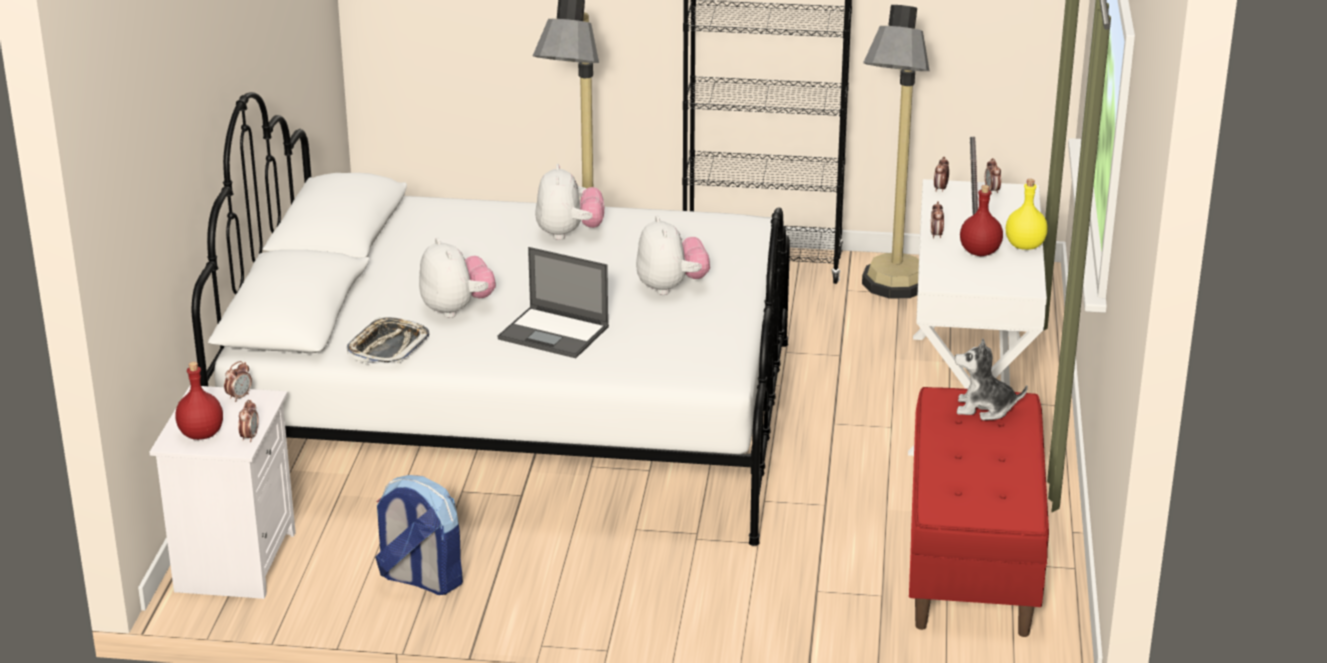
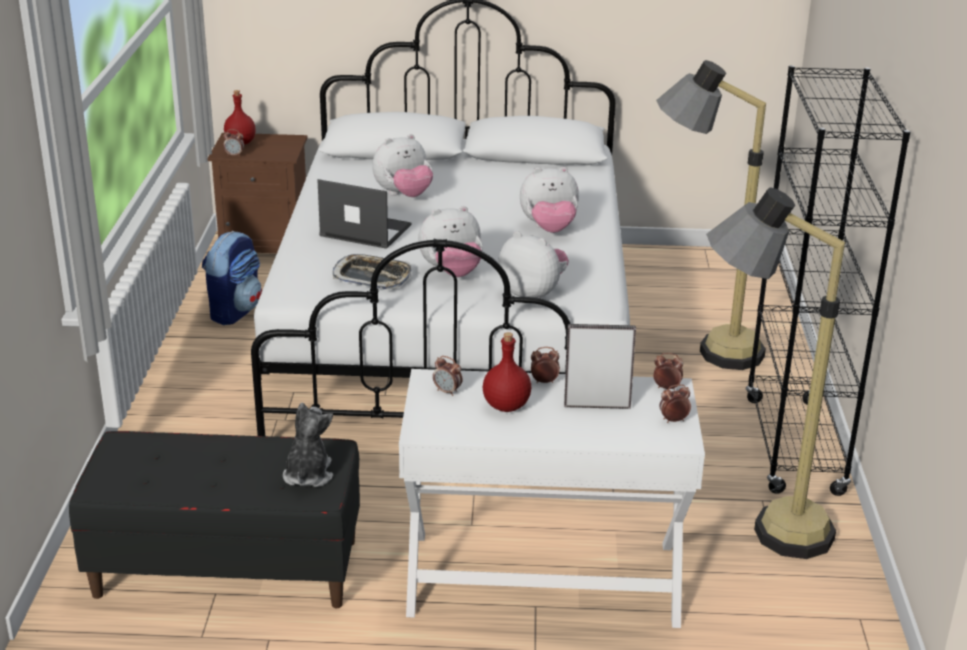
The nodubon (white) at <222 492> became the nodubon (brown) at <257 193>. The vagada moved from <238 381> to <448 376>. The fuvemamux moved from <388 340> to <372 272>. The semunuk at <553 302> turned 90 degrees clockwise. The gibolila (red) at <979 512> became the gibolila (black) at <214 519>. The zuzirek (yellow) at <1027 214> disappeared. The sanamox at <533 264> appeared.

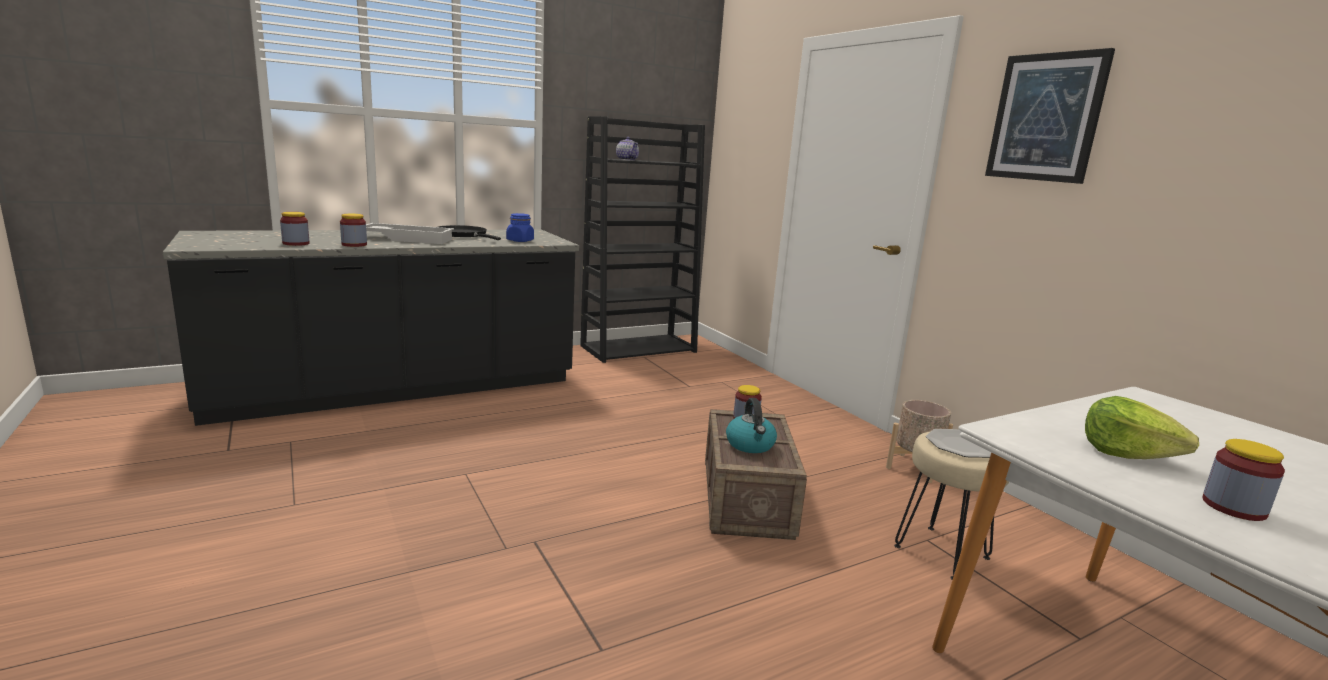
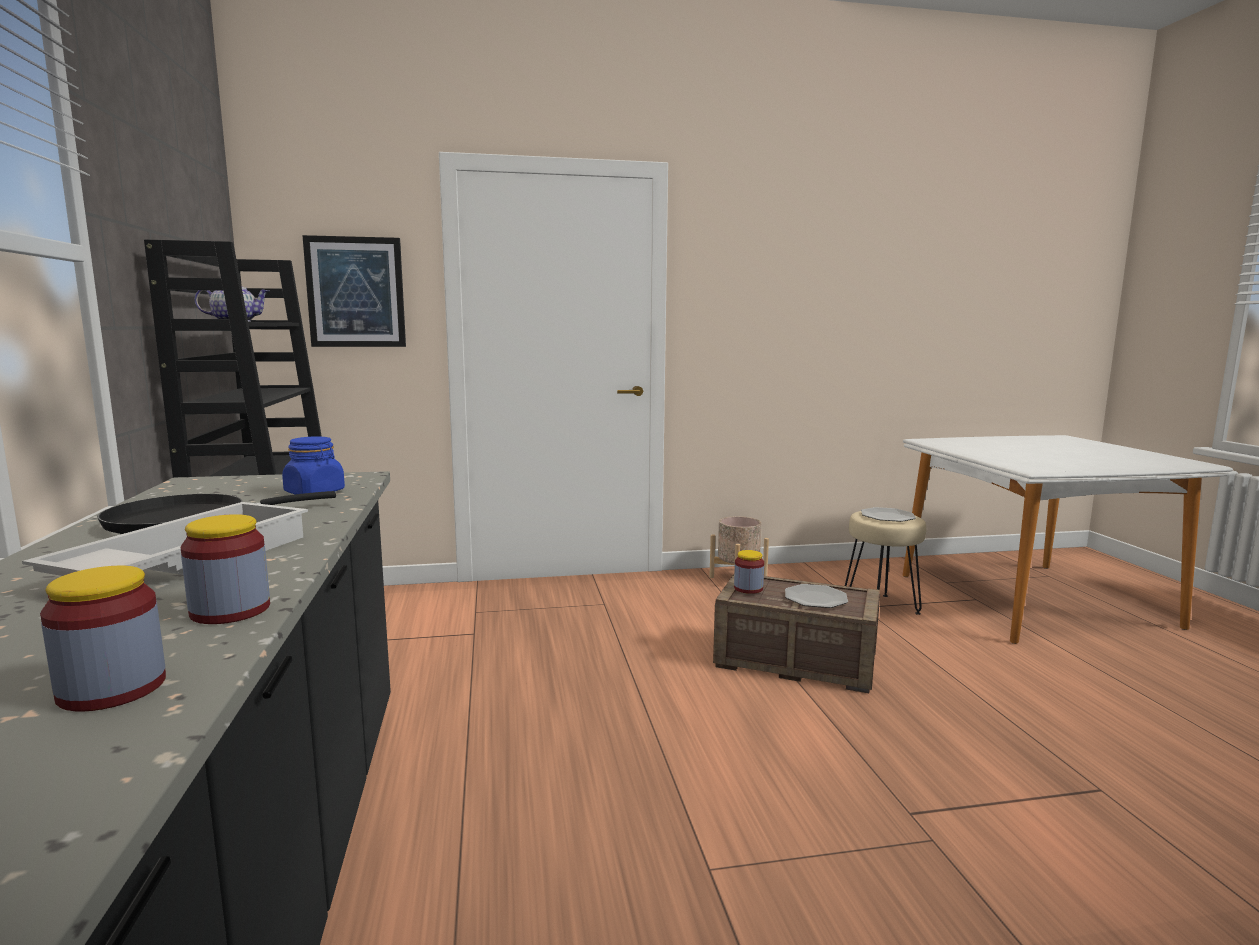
The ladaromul at <751 425> was replaced by the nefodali at <816 596>. The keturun moved from <1050 116> to <354 291>. The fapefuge at <1142 427> disappeared. The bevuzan at <1243 480> disappeared.

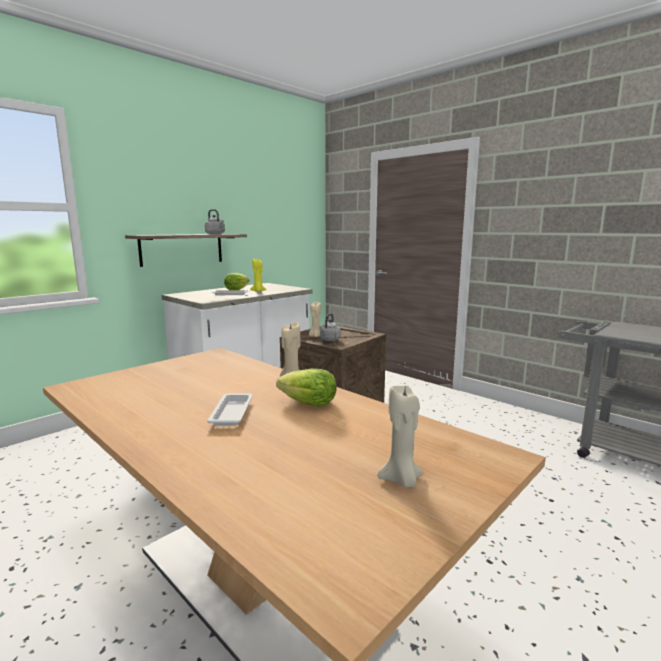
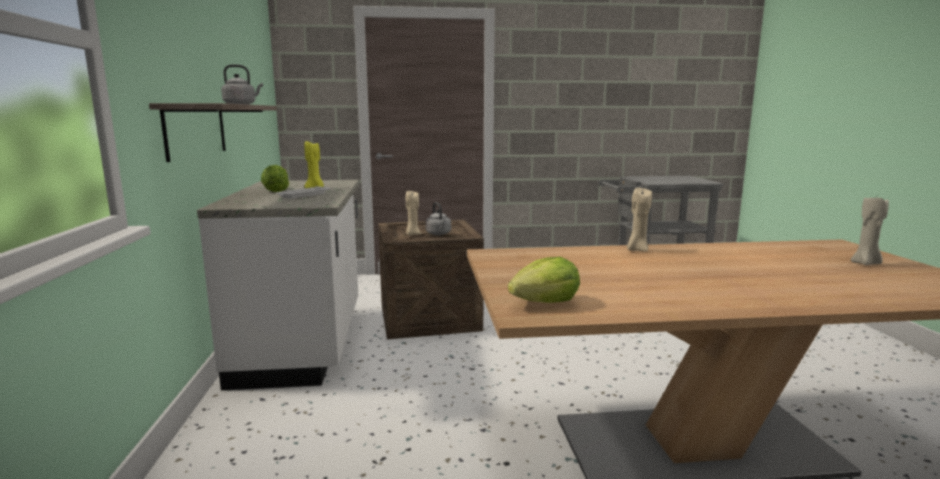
The fuvemamux (white) at <230 410> disappeared. The fapefuge moved from <306 388> to <544 280>.

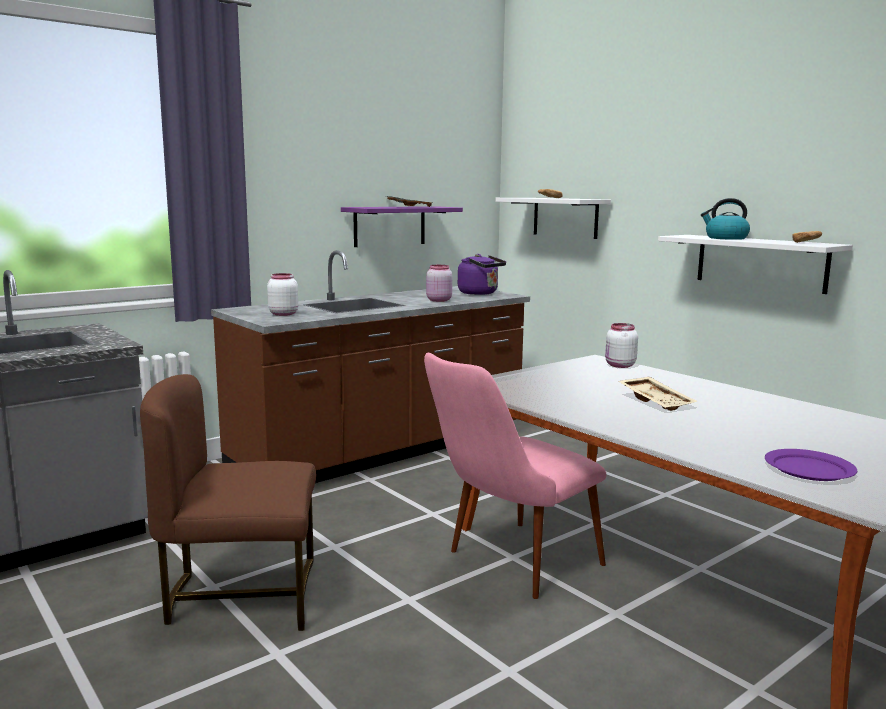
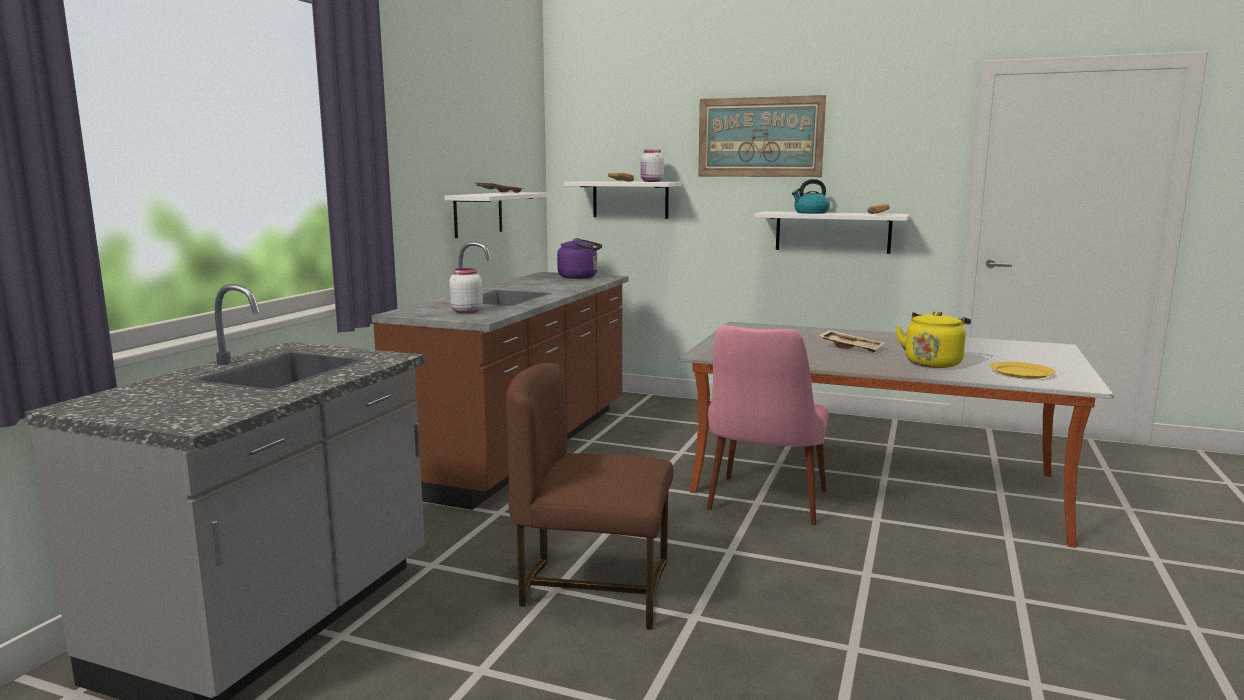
The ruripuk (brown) at <228 502> turned 45 degrees clockwise. The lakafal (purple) at <402 226> became the lakafal (white) at <496 215>. The bevuzan (pink) at <439 283> disappeared. The bevuzan (white) moved from <621 345> to <652 165>. The nefodali (purple) at <811 465> became the nefodali (yellow) at <1023 370>. The keturun at <762 136> appeared. The ladaromul (yellow) at <933 339> appeared.

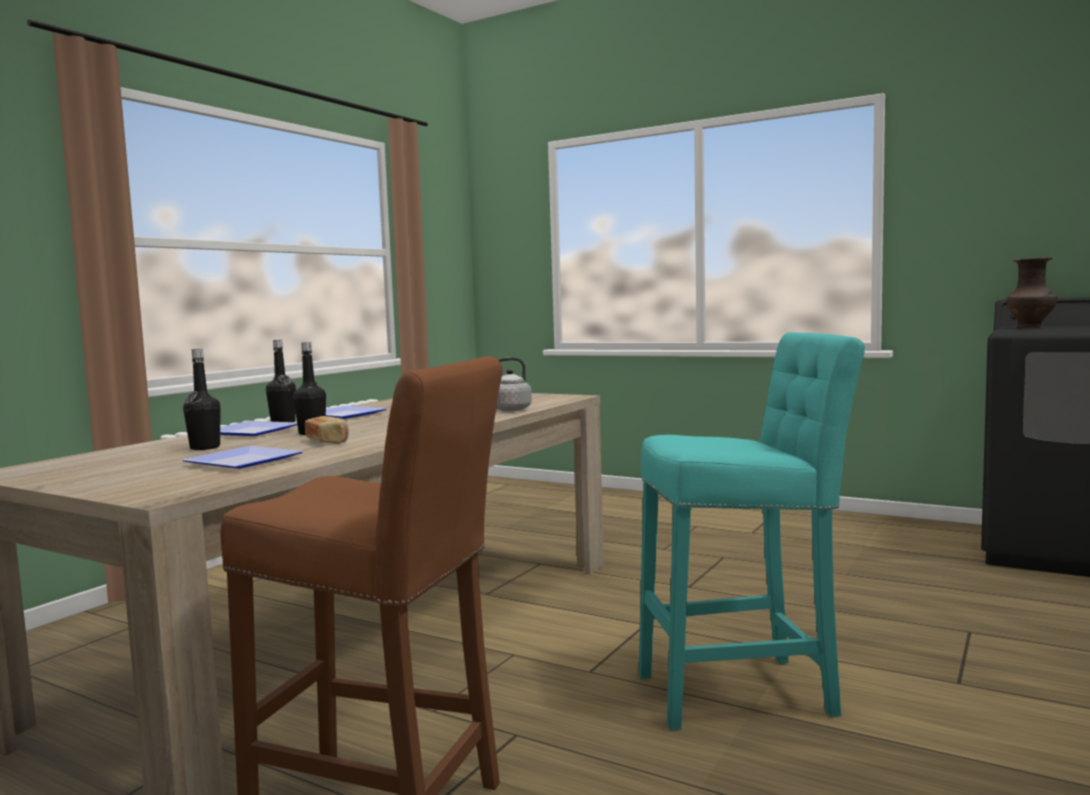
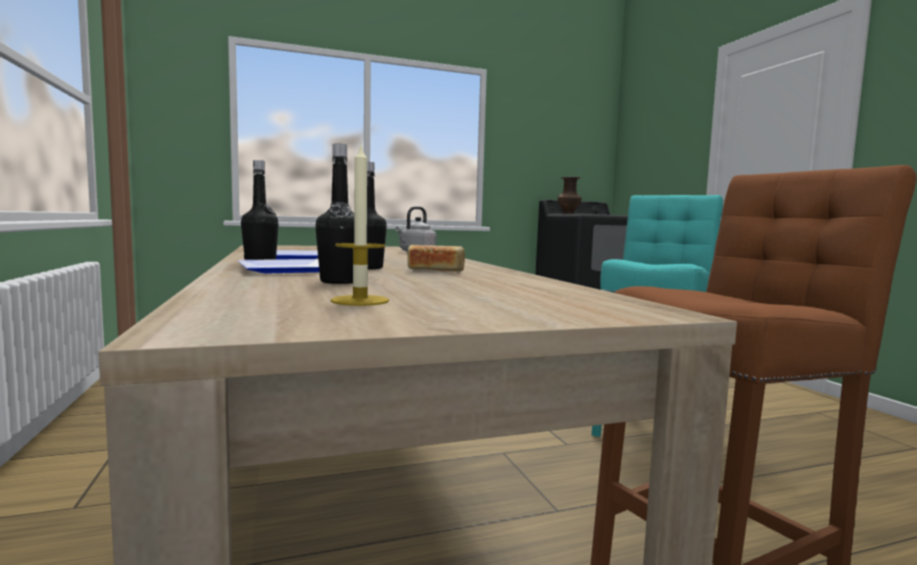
The nefodali at <243 457> disappeared. The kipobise at <360 224> appeared.

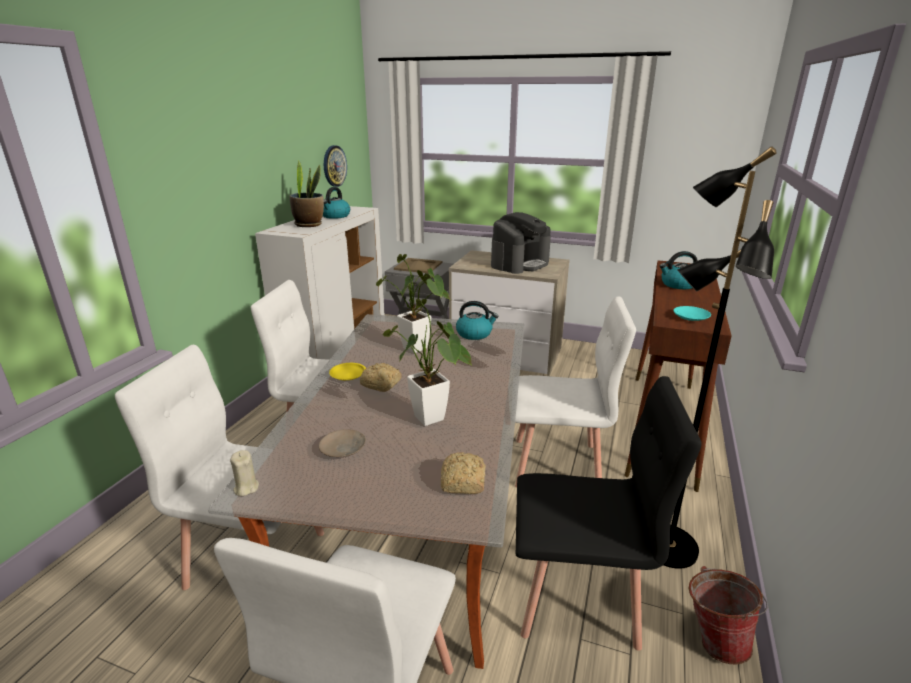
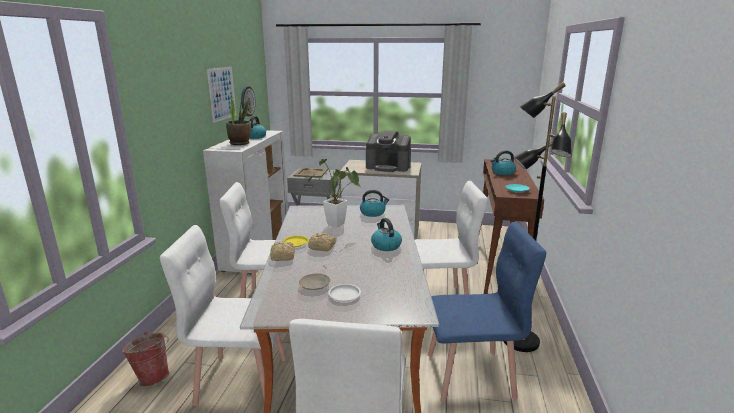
The kipobise (beige) at <244 473> disappeared. The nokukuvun at <427 362> disappeared. The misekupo moved from <463 473> to <282 251>. The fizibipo at <521 243> turned 75 degrees clockwise. The ruripuk (black) at <608 513> became the ruripuk (blue) at <487 312>. The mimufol moved from <728 615> to <146 359>. The keturun at <221 95> appeared. The nefodali (white) at <344 292> appeared. The ladaromul at <386 234> appeared.

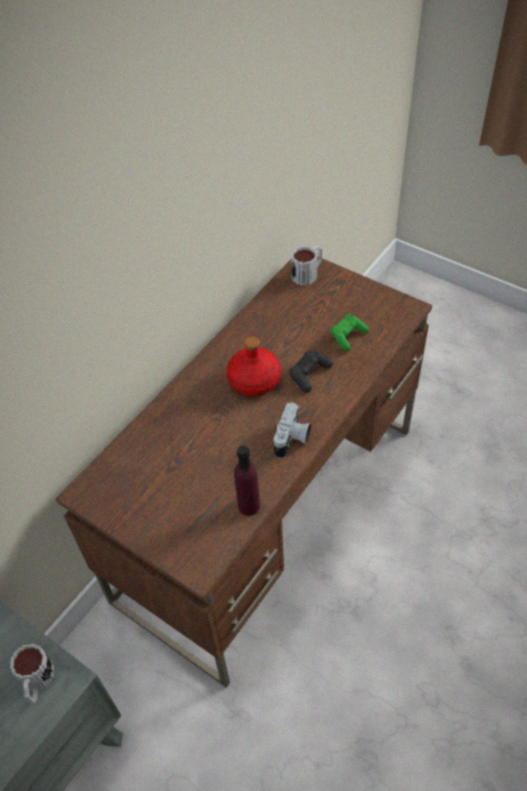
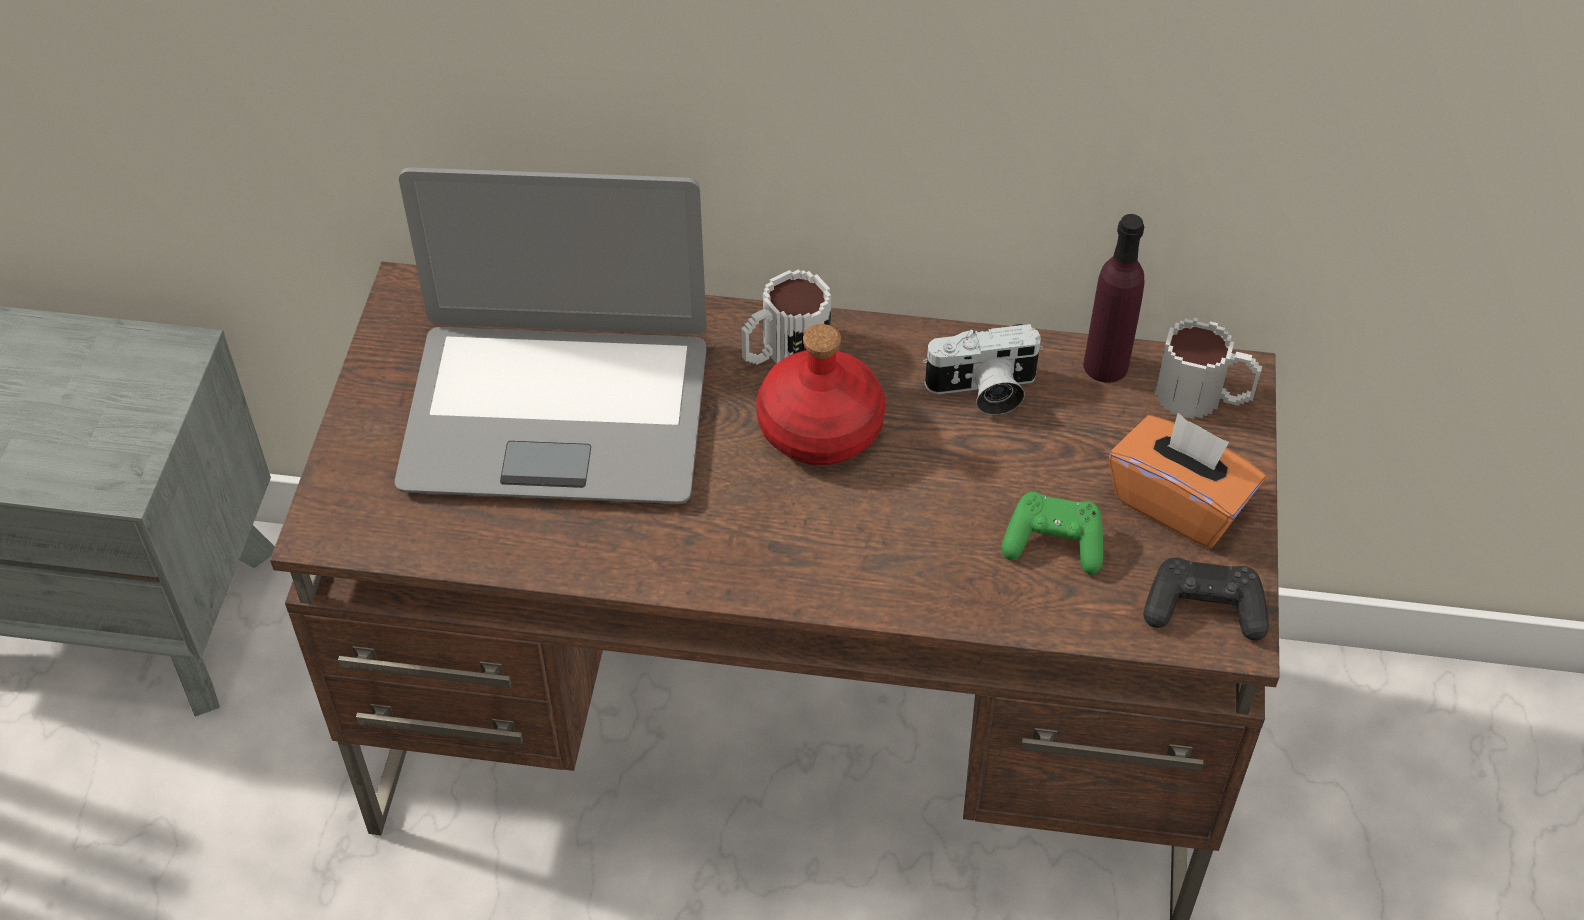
The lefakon moved from <32 674> to <786 317>. The zuzirek (purple) moved from <247 480> to <1113 298>. The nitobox moved from <292 430> to <983 369>. The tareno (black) moved from <311 371> to <1206 599>. The semunuk at <551 335> appeared. The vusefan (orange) at <1187 480> appeared.

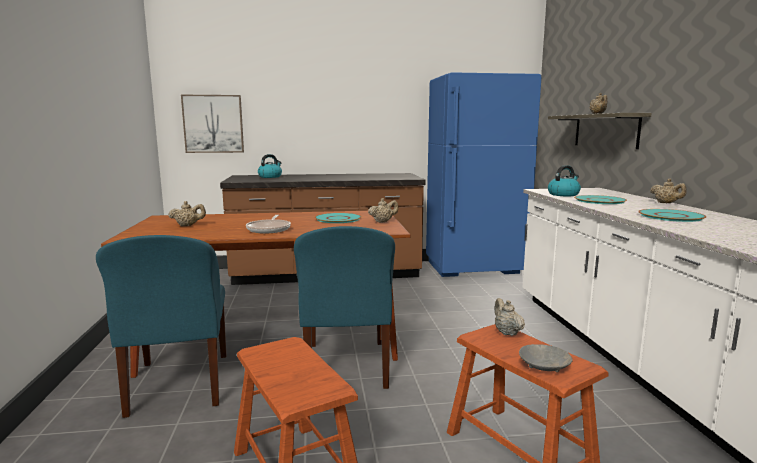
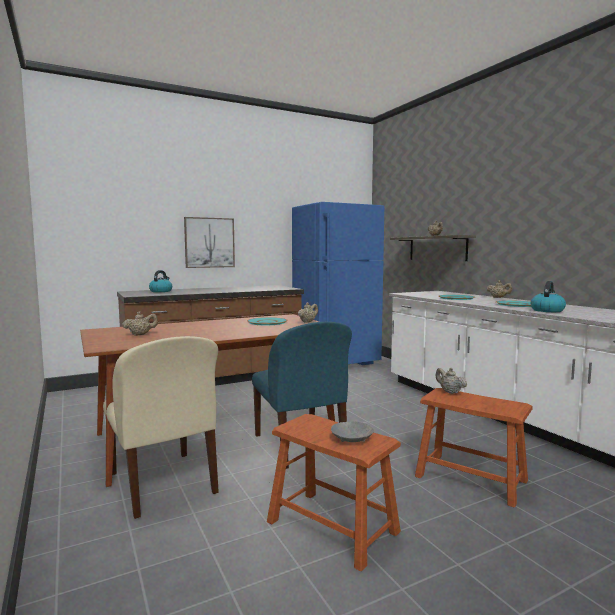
The ruripuk (blue) at <161 326> became the ruripuk (beige) at <161 427>. The keturun moved from <212 124> to <209 242>. The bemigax at <268 224> disappeared. The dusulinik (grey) moved from <546 358> to <352 432>. The ladaromul moved from <564 180> to <548 296>.

